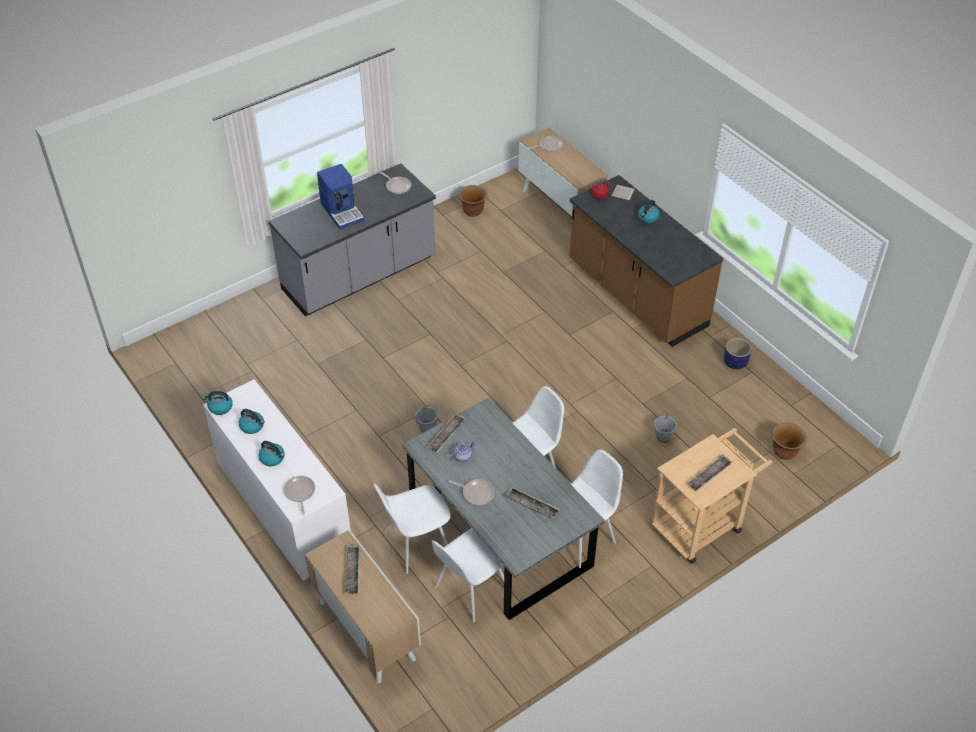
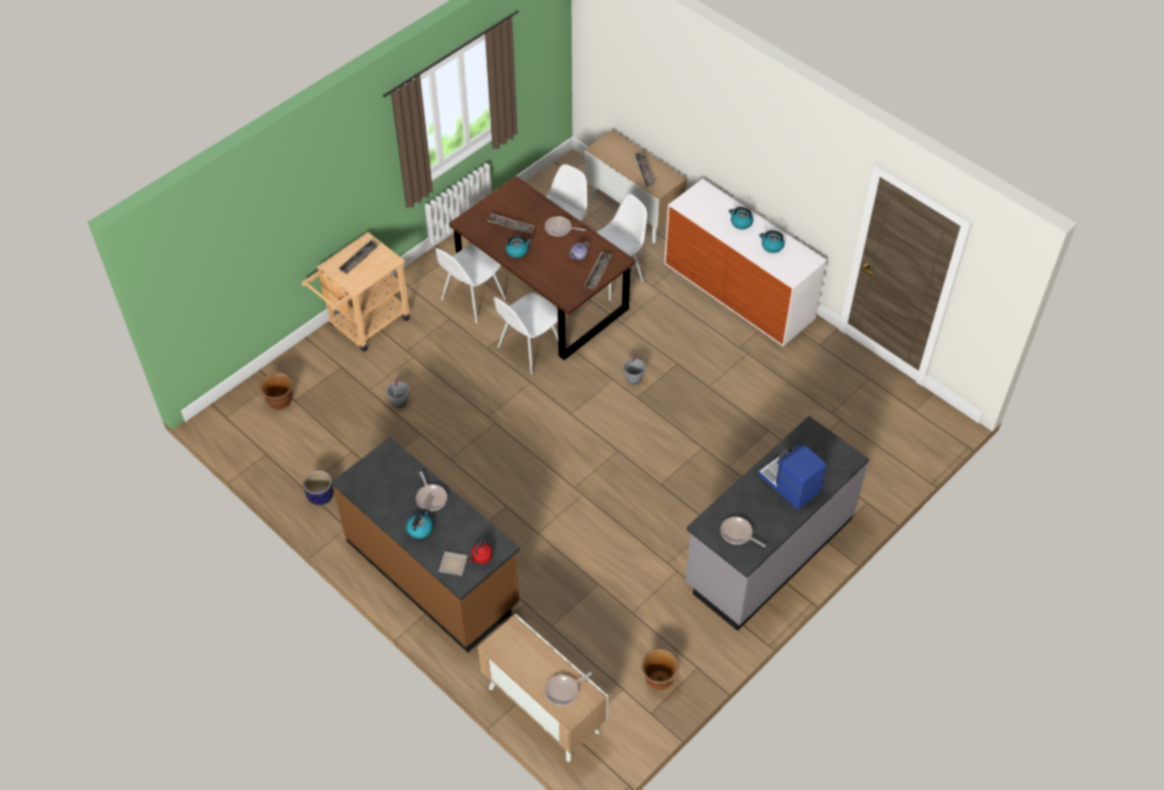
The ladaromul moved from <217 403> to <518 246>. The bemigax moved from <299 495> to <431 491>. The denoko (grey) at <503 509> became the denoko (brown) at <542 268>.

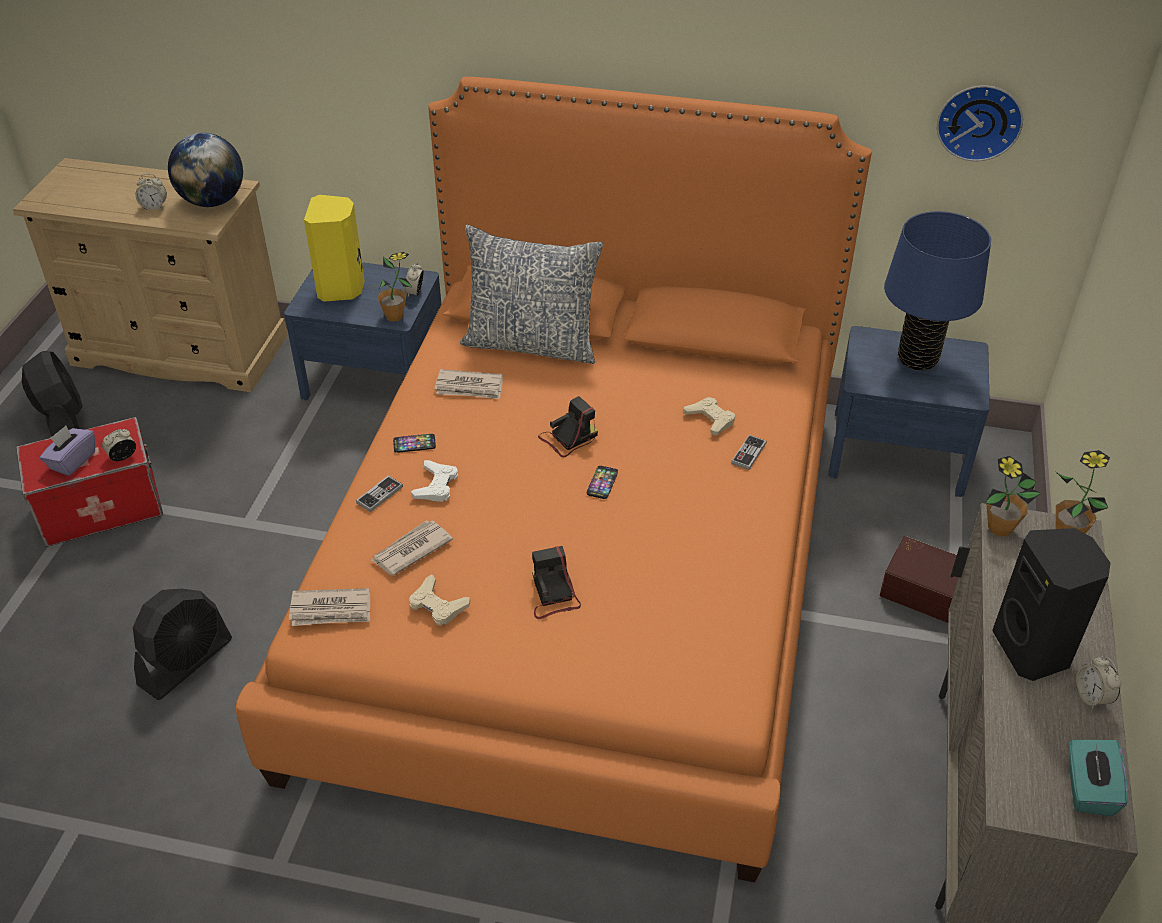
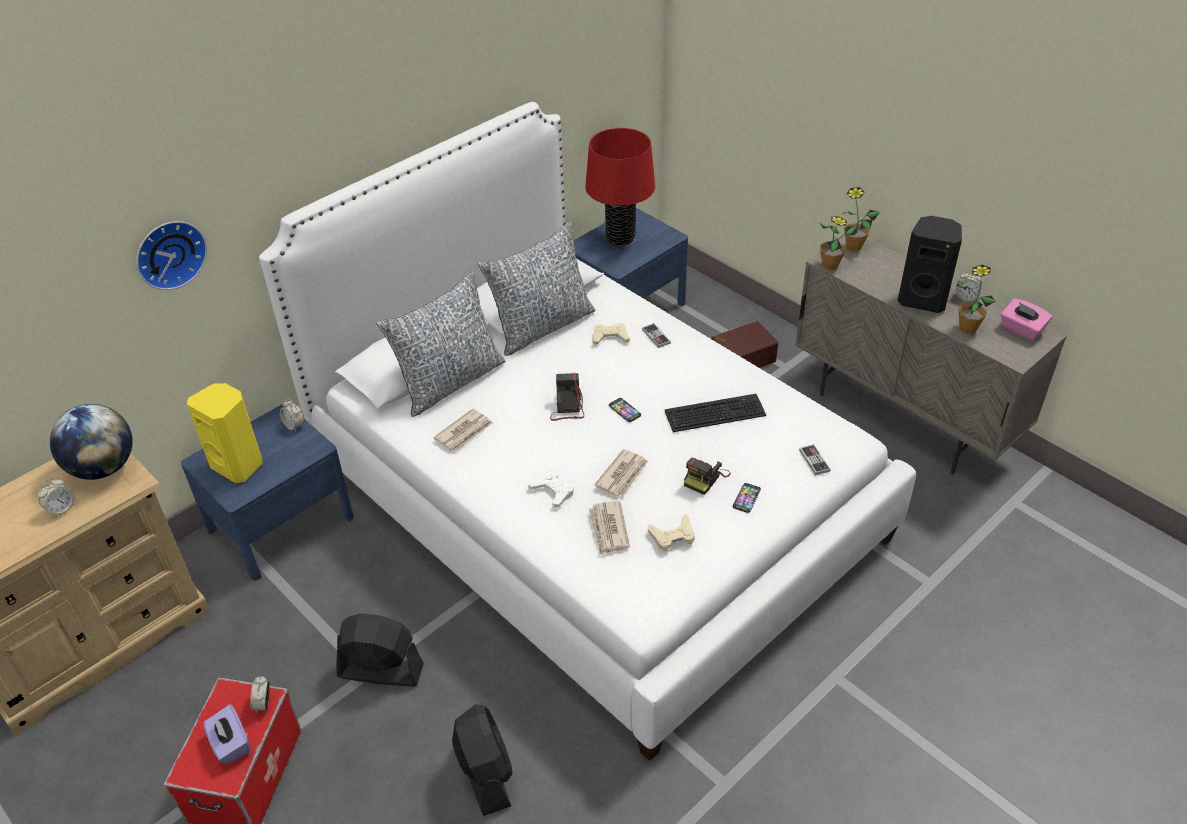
The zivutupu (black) moved from <52 394> to <380 650>. The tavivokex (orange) at <554 480> became the tavivokex (white) at <587 431>. The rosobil moved from <329 607> to <621 473>. The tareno moved from <379 494> to <815 459>. The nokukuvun moved from <392 287> to <976 299>. The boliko moved from <414 443> to <747 498>. The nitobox at <556 582> turned 75 degrees counterclockwise. The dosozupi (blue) at <937 291> became the dosozupi (red) at <620 187>. The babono moved from <980 123> to <171 255>. The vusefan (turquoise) at <1098 778> became the vusefan (pink) at <1026 320>. The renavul at <537 288> appeared. The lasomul at <715 413> appeared.

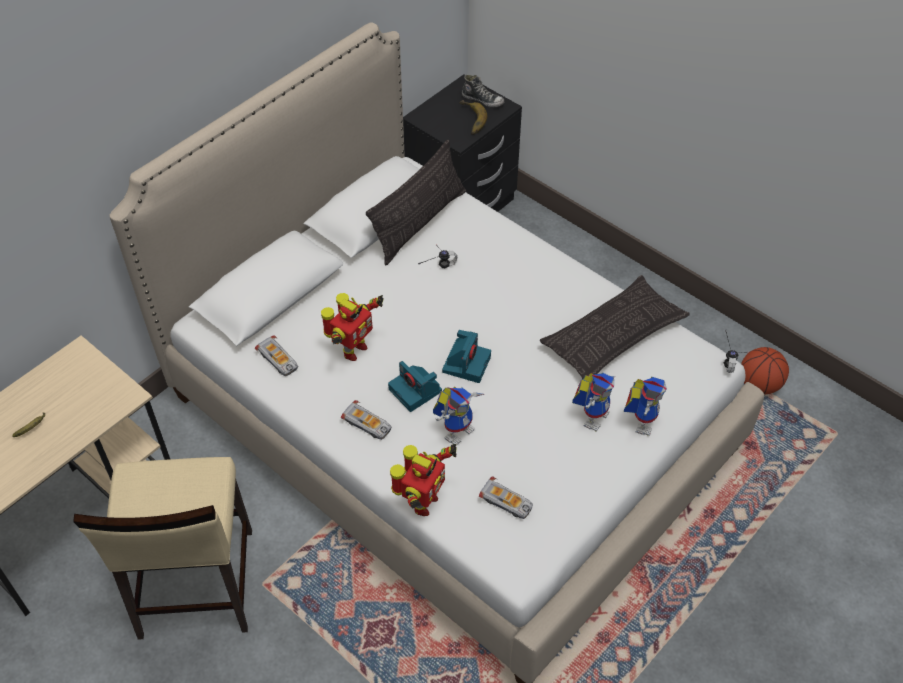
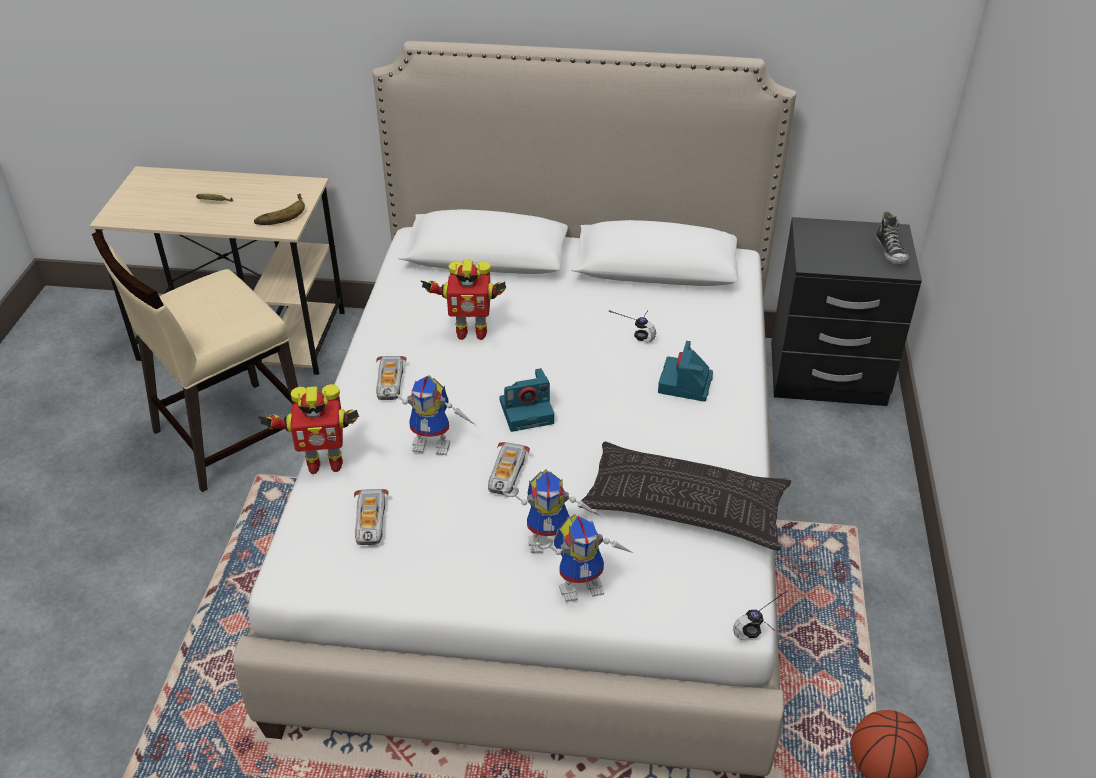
The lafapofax moved from <276 355> to <509 468>. The renavul at <416 202> disappeared. The nitobox moved from <415 386> to <685 371>. The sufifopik moved from <473 117> to <279 209>.

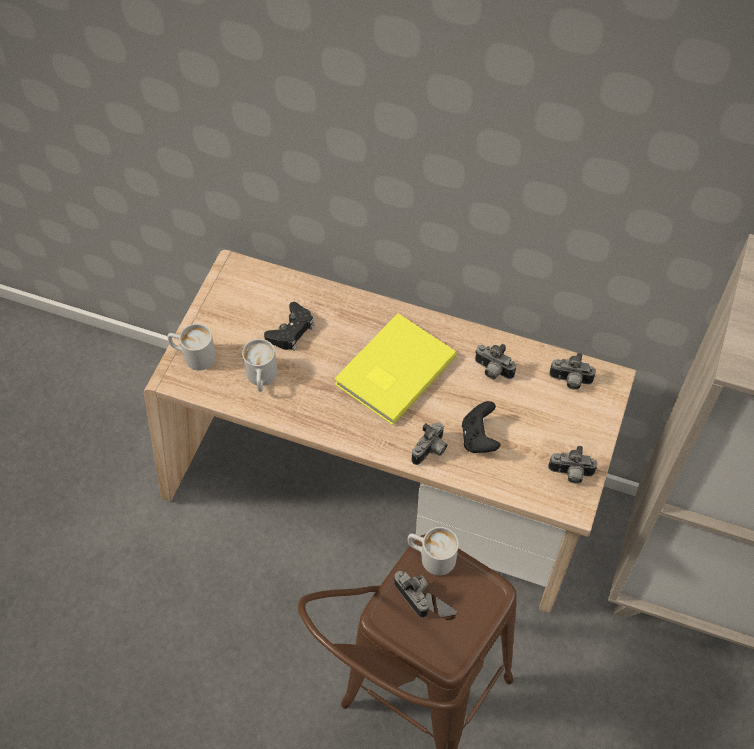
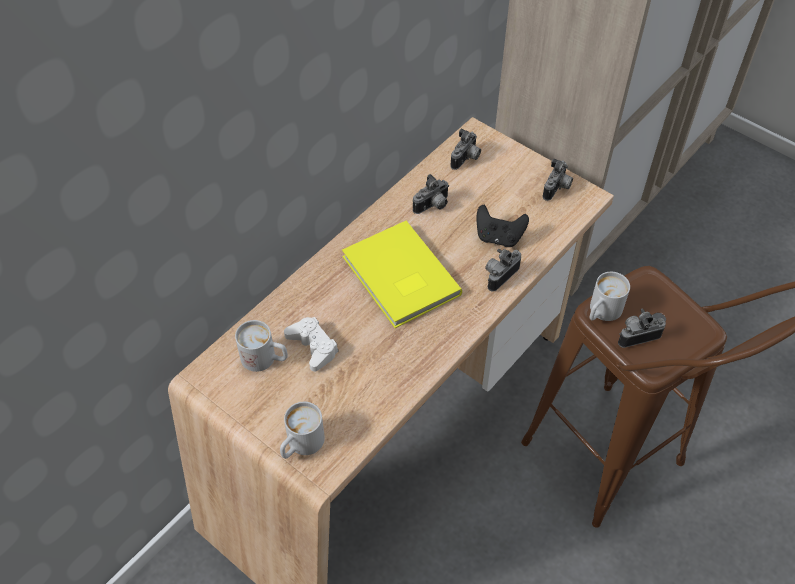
The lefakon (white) moved from <260 365> to <261 346>. The tareno (black) at <289 326> became the tareno (white) at <311 344>. The nitobox at <429 443> turned 105 degrees counterclockwise.

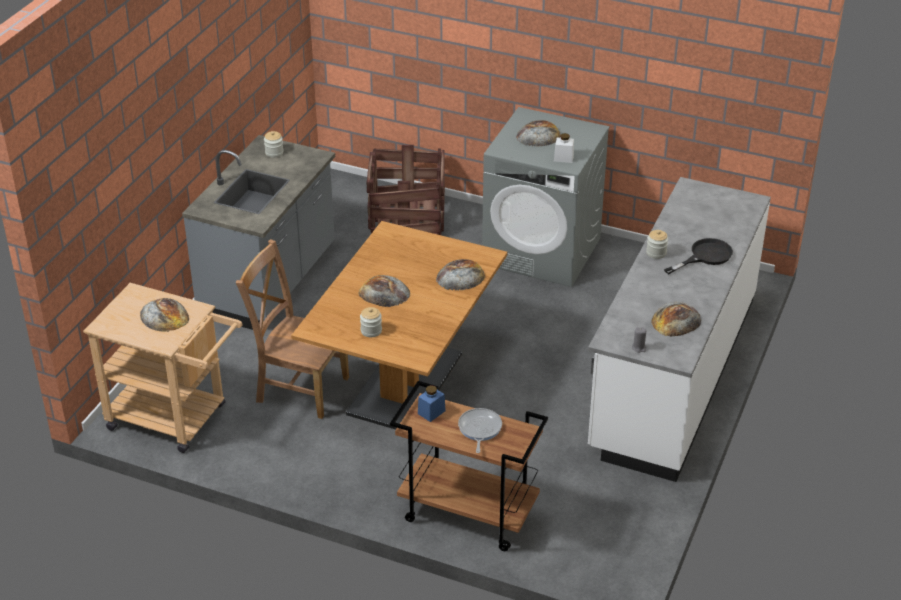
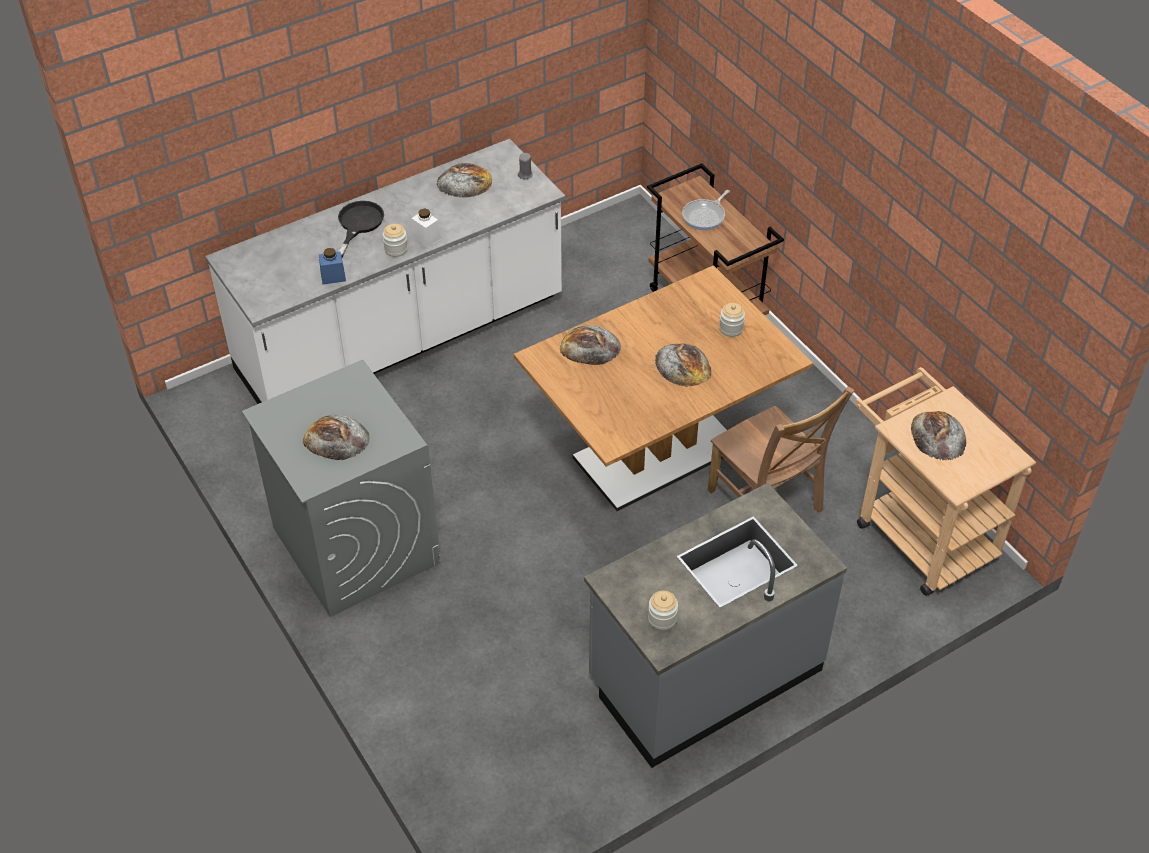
The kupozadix at <406 190> disappeared. The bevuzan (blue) moved from <432 403> to <332 266>. The bevuzan (white) moved from <564 148> to <426 227>. The bemigax (black) at <698 256> turned 105 degrees clockwise.

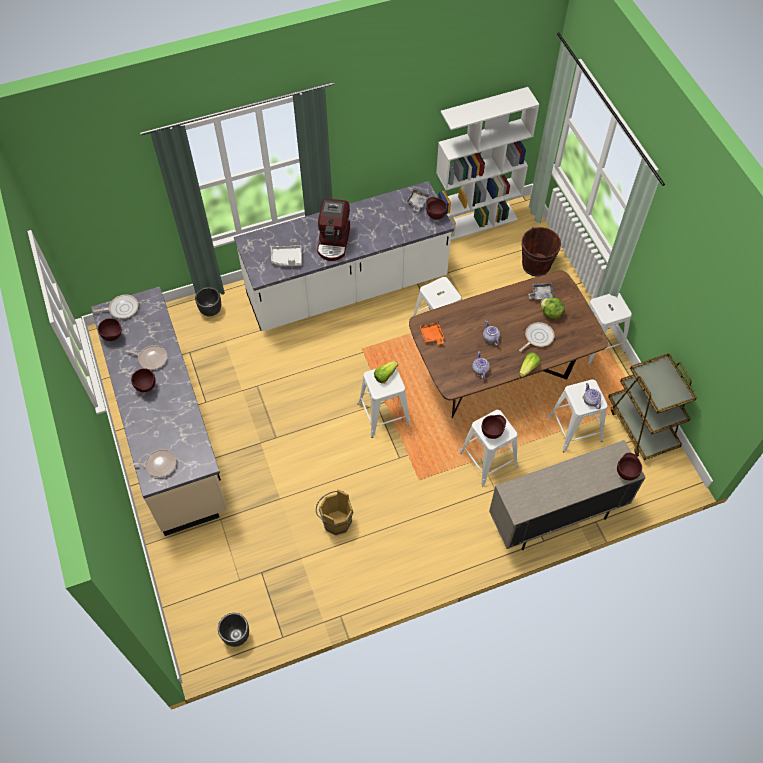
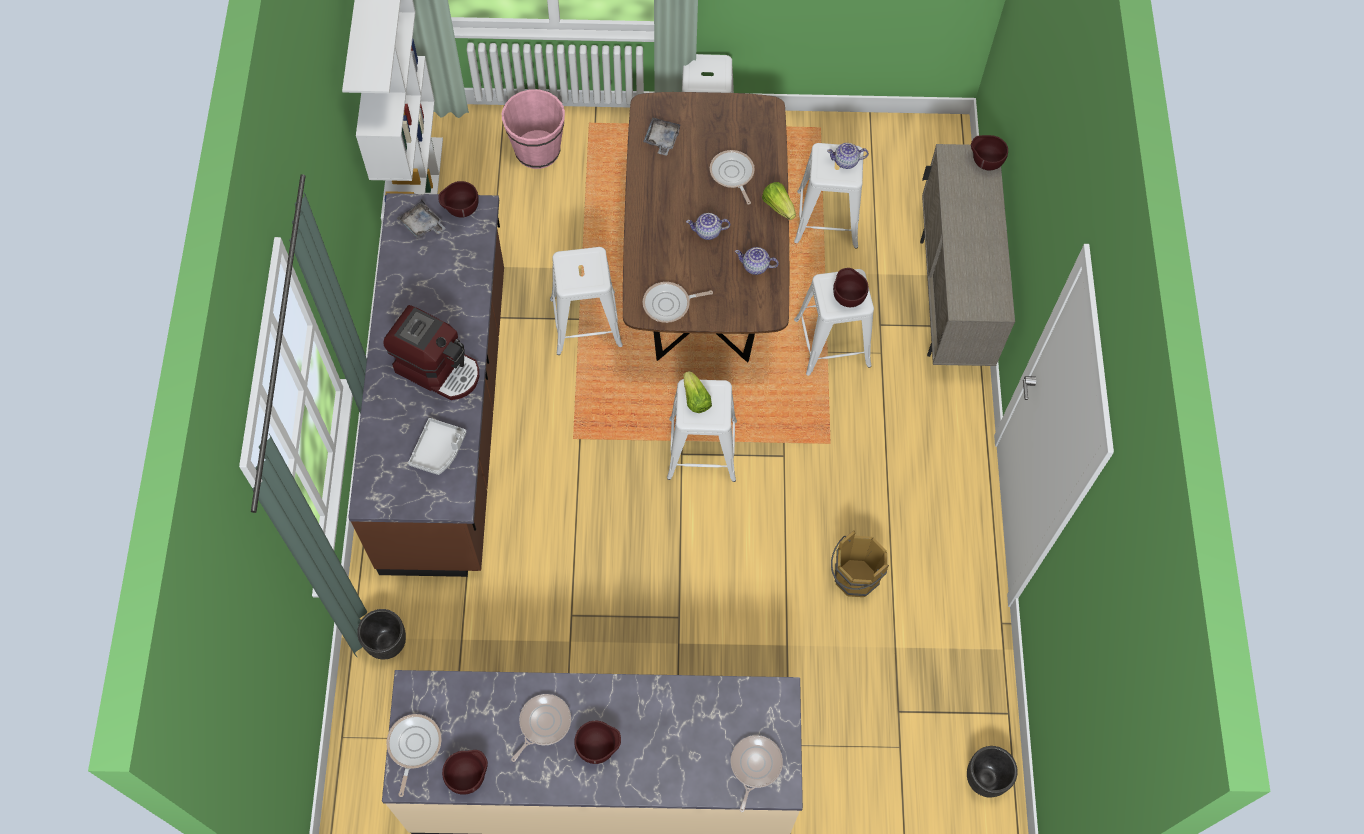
The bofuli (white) at <344 256> became the bofuli (brown) at <426 385>. The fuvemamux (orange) at <432 333> was replaced by the bemigax at <678 302>. The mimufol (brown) at <541 252> became the mimufol (pink) at <533 129>. The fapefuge at <553 308> disappeared. The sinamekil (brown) at <652 406> disappeared.

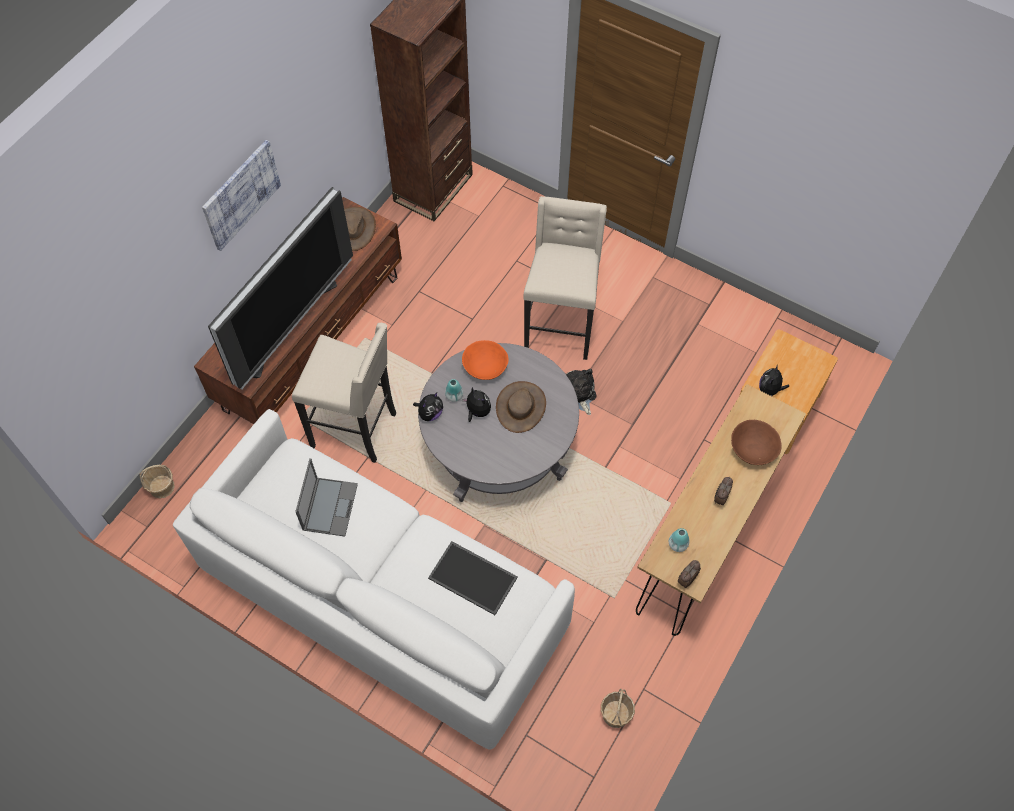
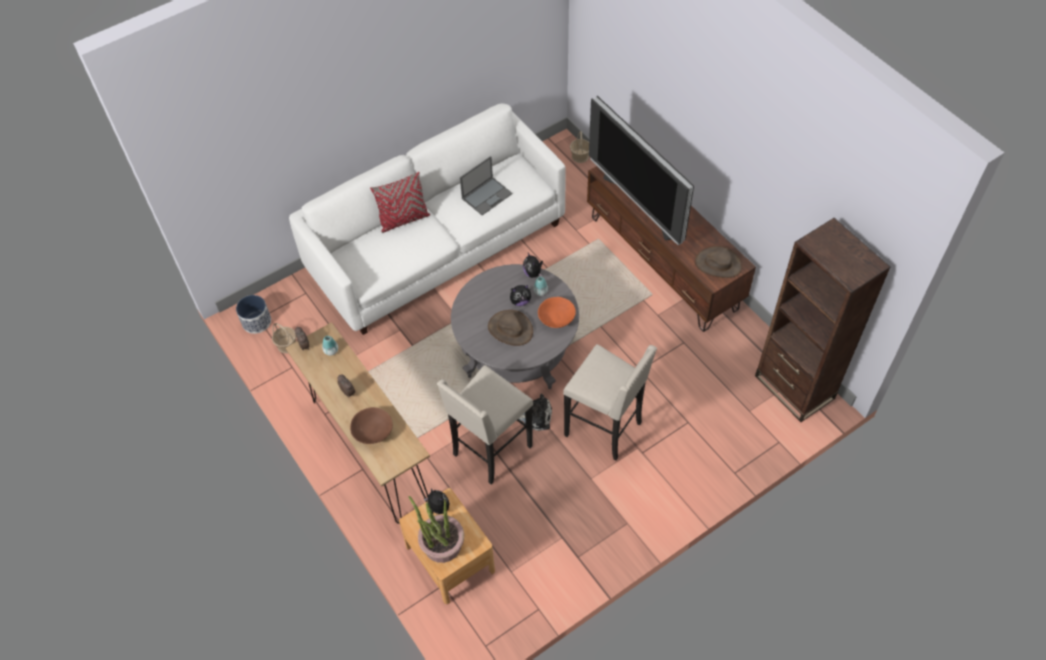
The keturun at <241 195> disappeared. The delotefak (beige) moved from <344 393> to <485 424>. The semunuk at <326 497> turned 75 degrees counterclockwise. The fuvemamux at <473 578> disappeared. The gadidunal at <253 314> appeared. The renavul (red) at <400 202> appeared. The nokukuvun at <436 529> appeared.

